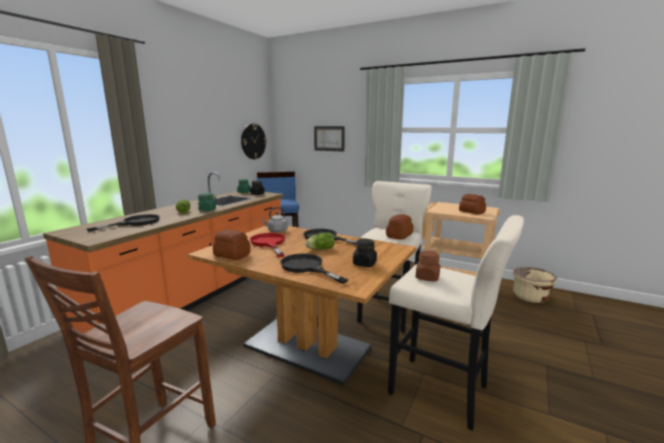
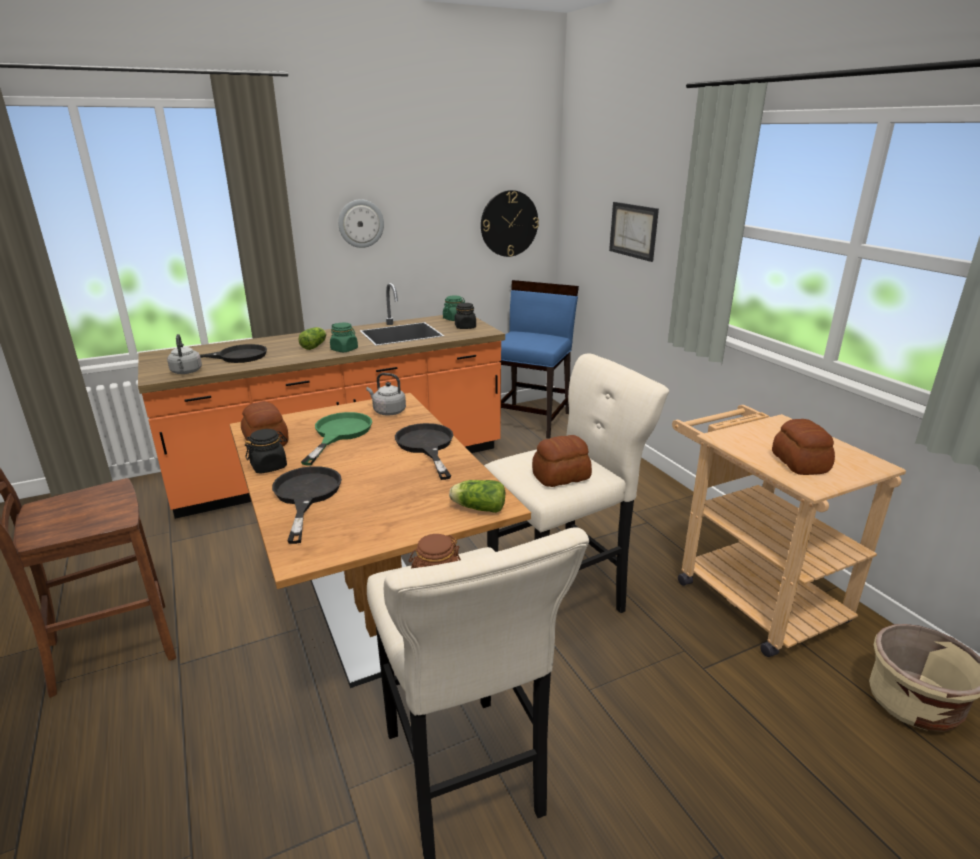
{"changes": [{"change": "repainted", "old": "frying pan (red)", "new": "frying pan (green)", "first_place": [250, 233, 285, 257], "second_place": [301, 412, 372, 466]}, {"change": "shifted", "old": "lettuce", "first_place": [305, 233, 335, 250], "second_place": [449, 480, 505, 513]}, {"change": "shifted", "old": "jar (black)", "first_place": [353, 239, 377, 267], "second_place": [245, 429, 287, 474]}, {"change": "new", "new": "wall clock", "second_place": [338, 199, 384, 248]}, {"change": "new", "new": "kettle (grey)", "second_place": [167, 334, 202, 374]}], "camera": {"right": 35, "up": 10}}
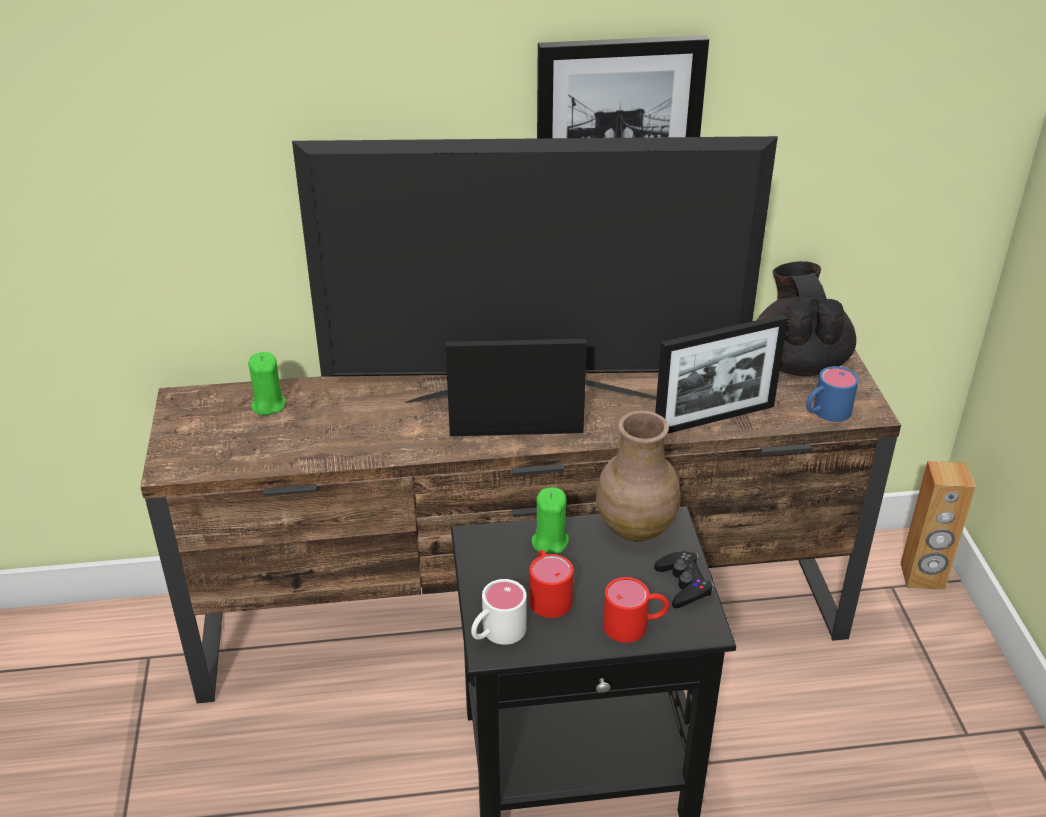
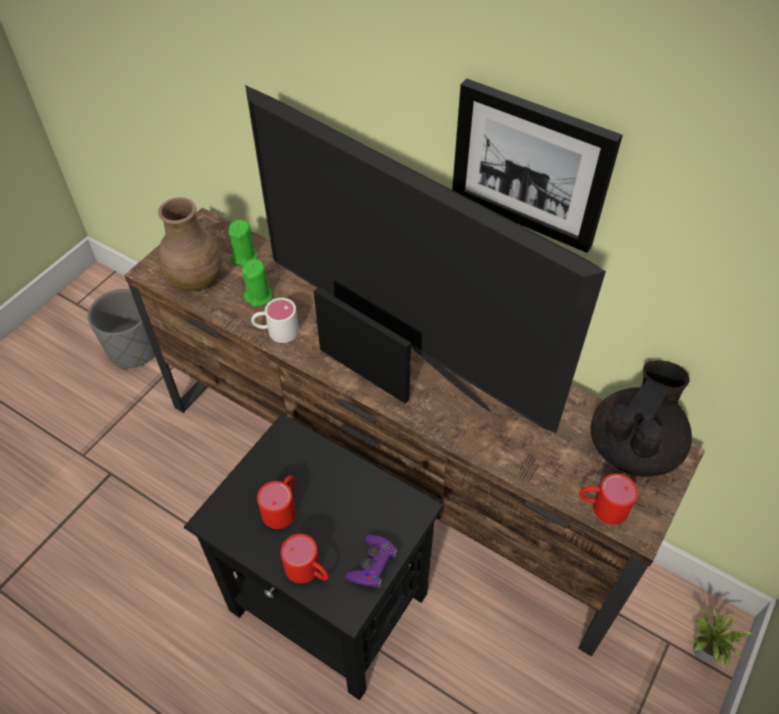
{"changes": [{"change": "gone", "old": "picture frame", "first_place": [655, 314, 788, 434]}, {"change": "repainted", "old": "mug (blue)", "new": "mug (red)", "first_place": [806, 366, 859, 422], "second_place": [579, 473, 638, 525]}, {"change": "shifted", "old": "vase (brown)", "first_place": [596, 411, 680, 541], "second_place": [158, 197, 222, 292]}, {"change": "swapped", "old": "speaker (brown)", "new": "potted plant", "first_place": [901, 461, 976, 590], "second_place": [690, 604, 755, 668]}, {"change": "shifted", "old": "candle (green)", "first_place": [532, 487, 569, 554], "second_place": [242, 259, 273, 307]}, {"change": "repainted", "old": "game controller (black)", "new": "game controller (purple)", "first_place": [654, 551, 714, 608], "second_place": [345, 535, 398, 588]}, {"change": "shifted", "old": "mug (white)", "first_place": [471, 579, 527, 645], "second_place": [251, 298, 299, 343]}, {"change": "new", "new": "planter (grey)", "second_place": [88, 289, 155, 369]}], "camera": {"right": 40, "up": 15}}
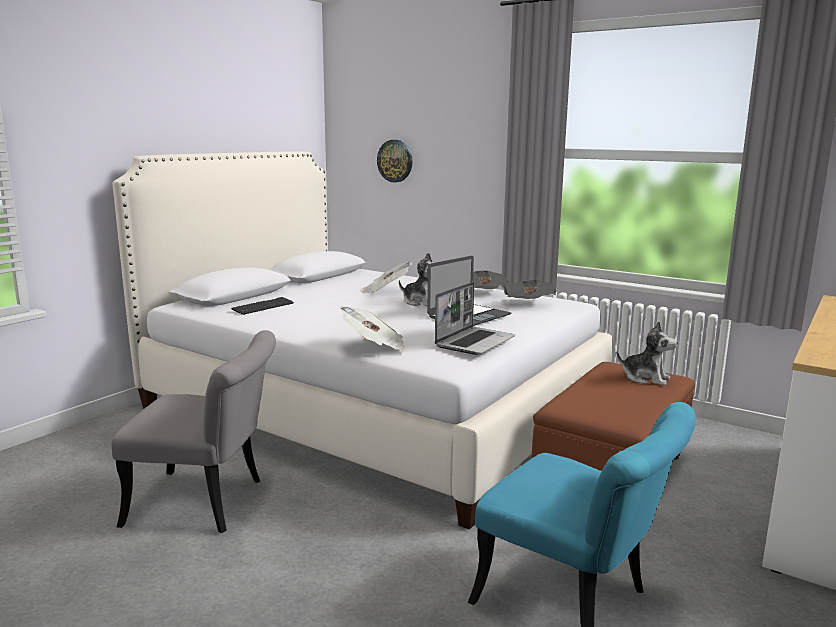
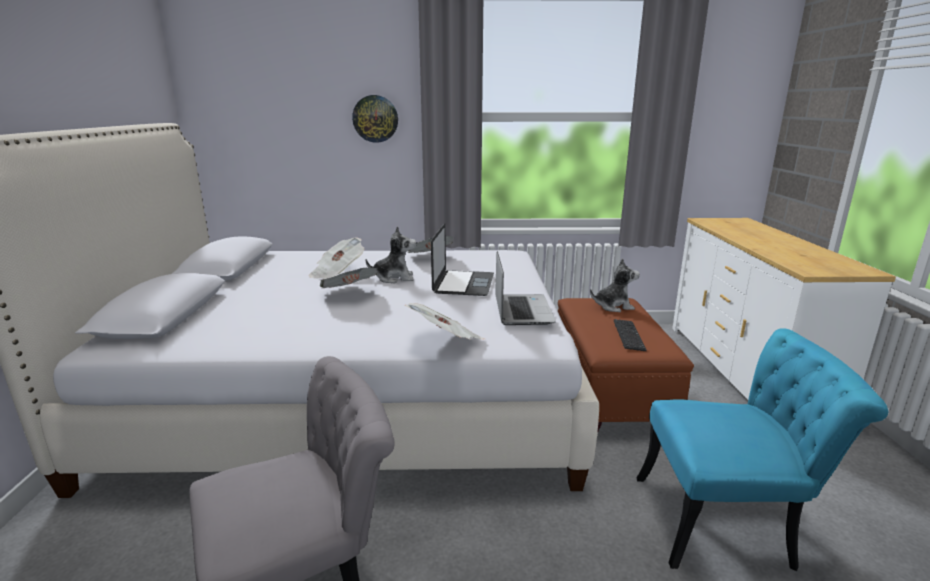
{"changes": [{"change": "shifted", "old": "wall clock", "first_place": [377, 140, 412, 182], "second_place": [352, 95, 398, 143]}, {"change": "shifted", "old": "newspaper", "first_place": [502, 280, 555, 299], "second_place": [320, 268, 378, 288]}, {"change": "shifted", "old": "keyboard", "first_place": [231, 297, 294, 315], "second_place": [614, 319, 647, 351]}], "camera": {"right": -35, "up": 5}}
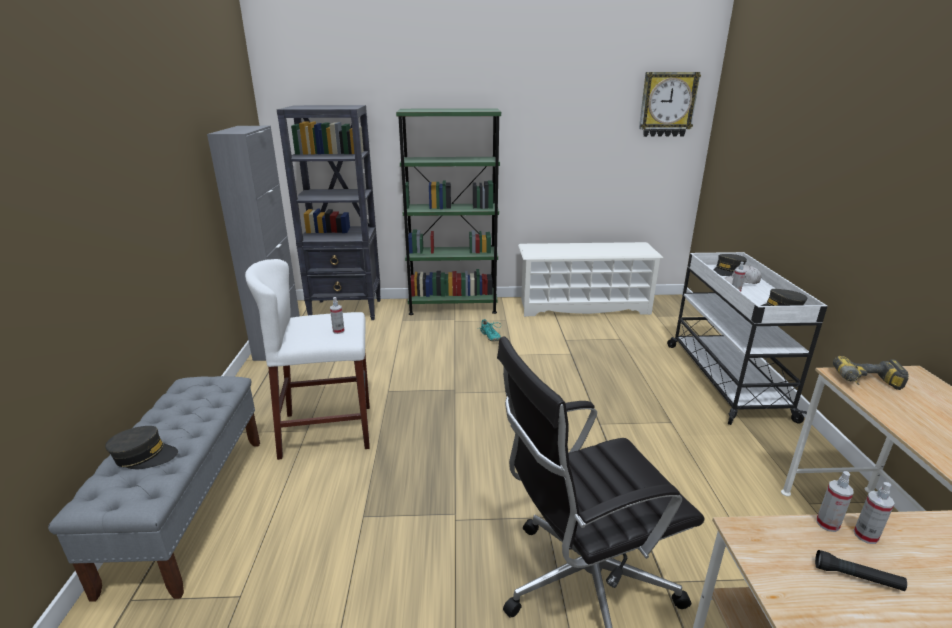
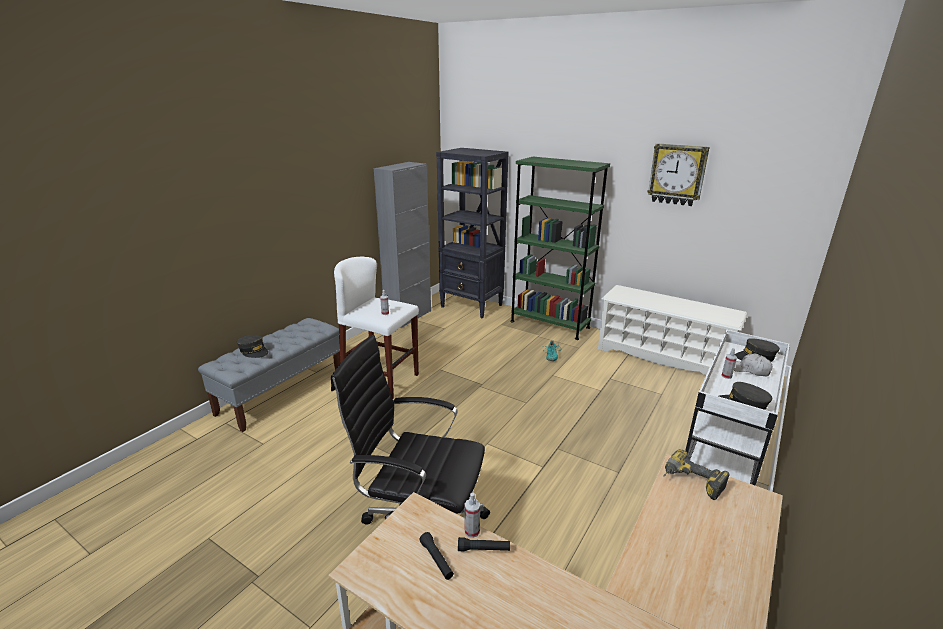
{"changes": [{"change": "shifted", "old": "wall clock", "first_place": [639, 72, 701, 137], "second_place": [647, 143, 710, 206]}, {"change": "swapped", "old": "spray bottle", "new": "flashlight (black)", "first_place": [854, 482, 895, 544], "second_place": [458, 537, 510, 551]}], "camera": {"right": 35, "up": 0}}
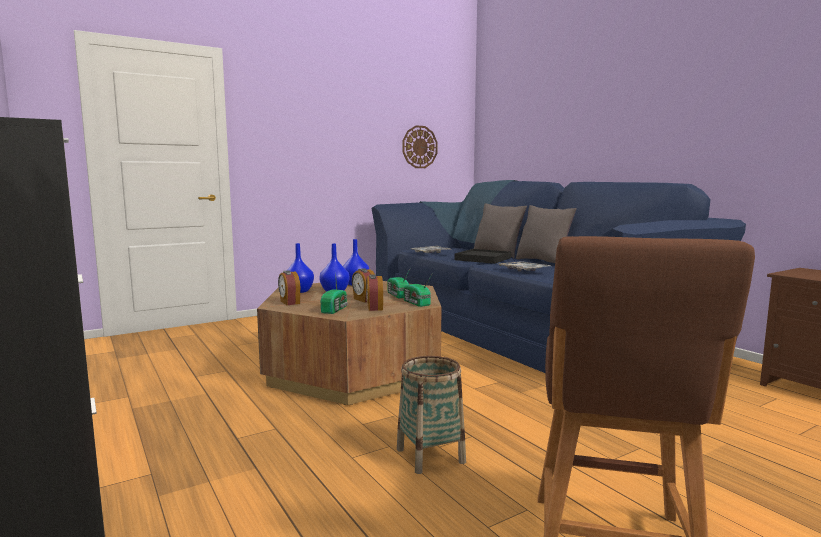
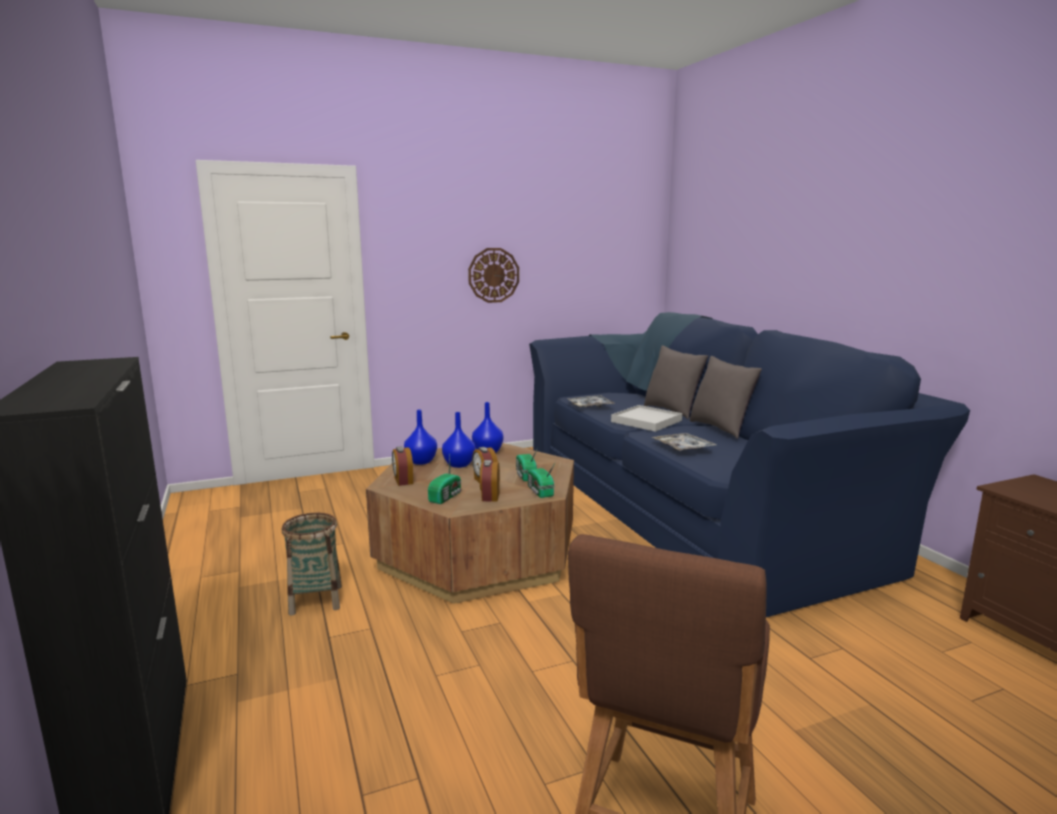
{"changes": [{"change": "shifted", "old": "wall clock", "first_place": [402, 125, 438, 168], "second_place": [468, 248, 519, 303]}, {"change": "repainted", "old": "tray (black)", "new": "tray (white)", "first_place": [454, 249, 511, 264], "second_place": [611, 405, 682, 432]}, {"change": "shifted", "old": "basket", "first_place": [397, 356, 466, 474], "second_place": [282, 513, 342, 615]}], "camera": {"right": 10, "up": 5}}
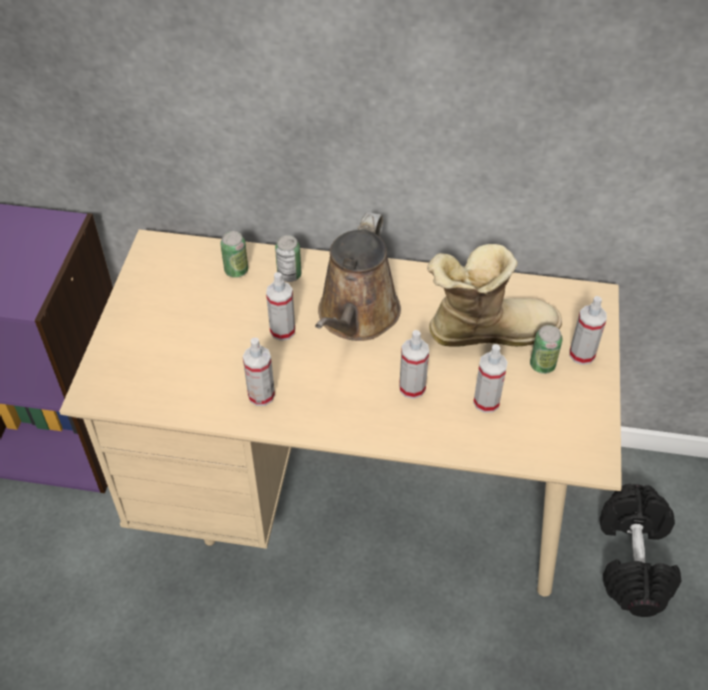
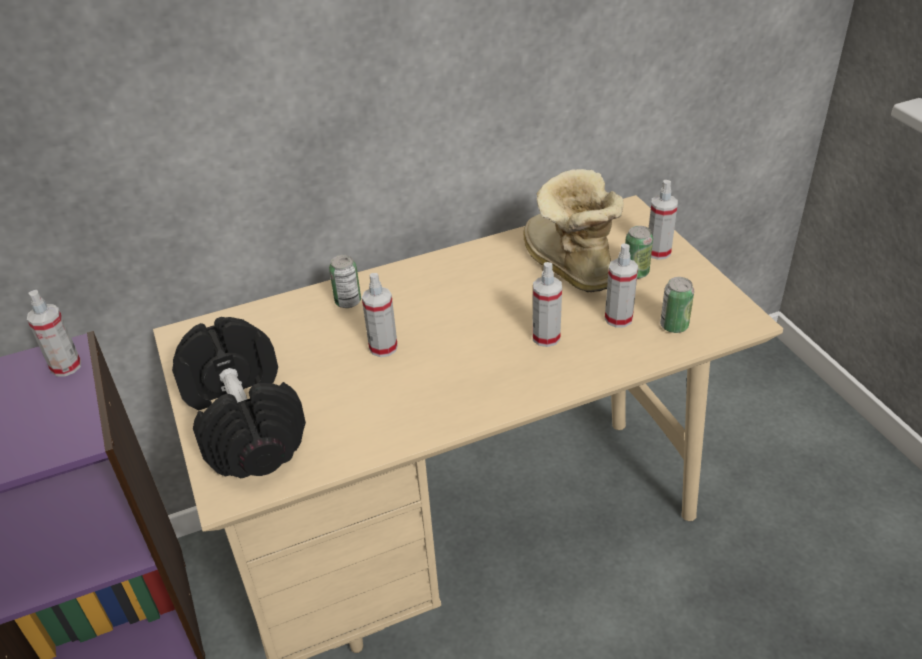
{"changes": [{"change": "gone", "old": "watering can (brown)", "first_place": [315, 212, 401, 341]}, {"change": "shifted", "old": "can", "first_place": [221, 231, 248, 278], "second_place": [660, 277, 694, 333]}, {"change": "rotated", "old": "boot", "first_place": [427, 244, 562, 347], "second_place": [523, 169, 624, 292], "degrees": -75}, {"change": "shifted", "old": "spray bottle", "first_place": [243, 338, 275, 406], "second_place": [27, 290, 81, 376]}, {"change": "shifted", "old": "dumbbell (black)", "first_place": [600, 484, 682, 617], "second_place": [172, 317, 306, 478]}], "camera": {"right": -30, "up": -10}}
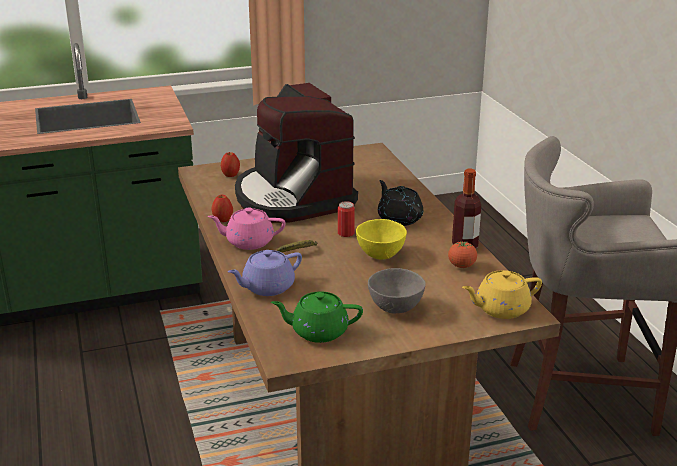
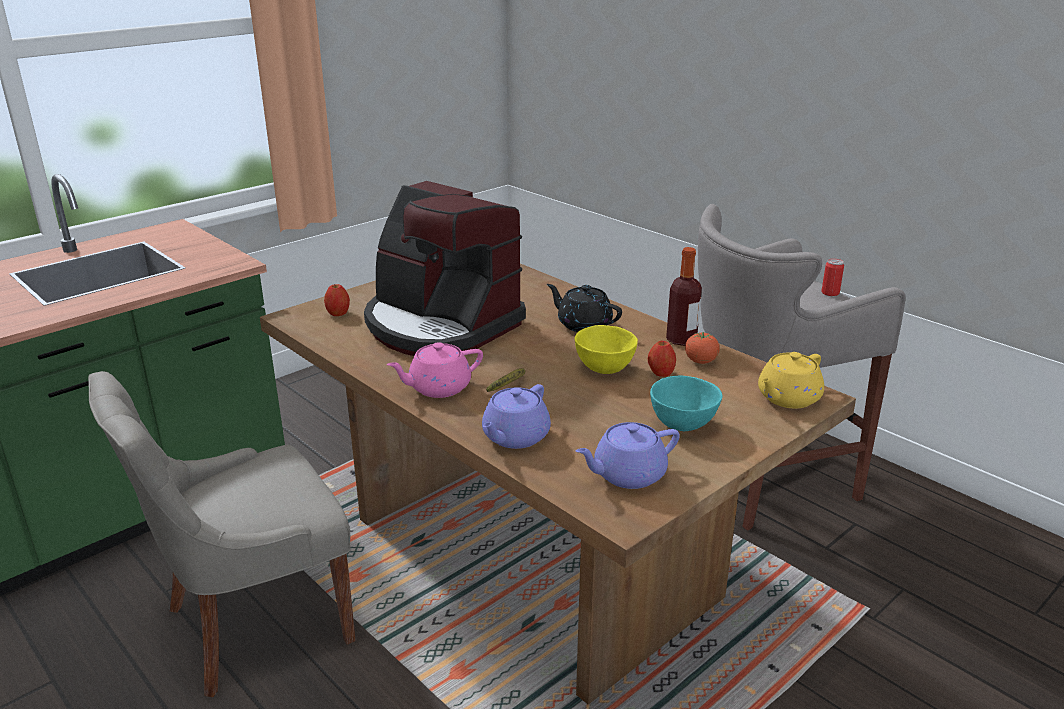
{"changes": [{"change": "shifted", "old": "apple", "first_place": [212, 195, 233, 222], "second_place": [648, 341, 676, 377]}, {"change": "shifted", "old": "can", "first_place": [338, 201, 355, 237], "second_place": [821, 259, 844, 296]}, {"change": "repainted", "old": "bowl (grey)", "new": "bowl (turquoise)", "first_place": [368, 268, 426, 313], "second_place": [650, 376, 722, 431]}, {"change": "repainted", "old": "teapot (green)", "new": "teapot (purple)", "first_place": [271, 291, 363, 343], "second_place": [575, 422, 680, 489]}, {"change": "new", "new": "chair (grey)", "second_place": [88, 371, 355, 697]}], "camera": {"right": -25, "up": 0}}
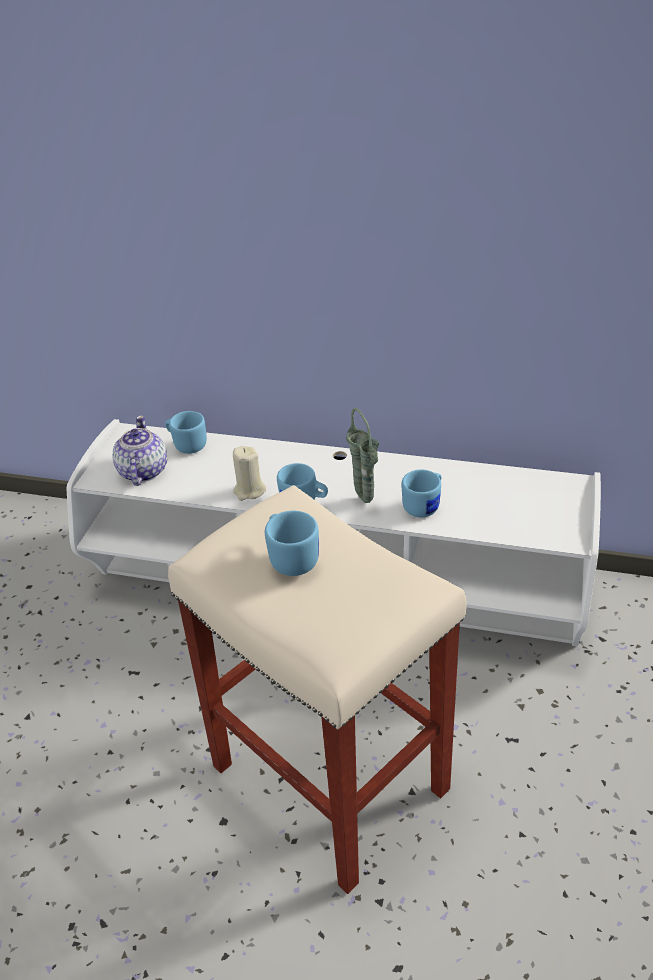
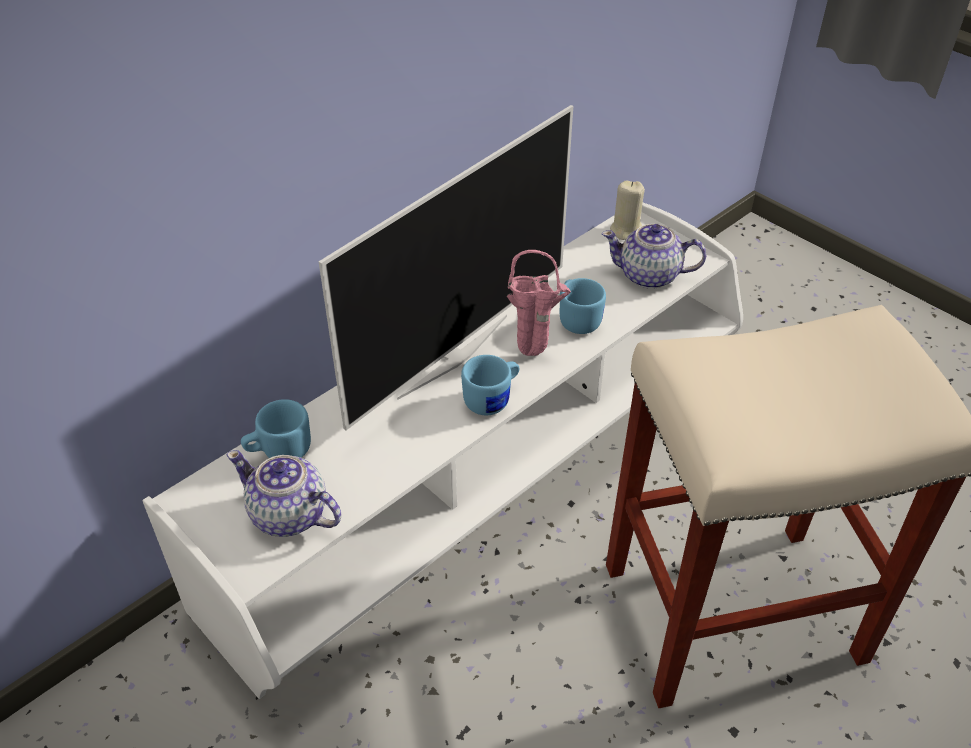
{"changes": [{"change": "repainted", "old": "vase (green)", "new": "vase (pink)", "first_place": [346, 408, 380, 503], "second_place": [507, 250, 571, 356]}, {"change": "shifted", "old": "candle (beige)", "first_place": [233, 446, 266, 501], "second_place": [610, 180, 645, 240]}, {"change": "gone", "old": "mug (blue)", "first_place": [265, 511, 319, 576]}, {"change": "new", "new": "television", "second_place": [319, 105, 573, 430]}, {"change": "new", "new": "teapot", "second_place": [602, 223, 706, 289]}], "camera": {"right": -60, "up": 5}}
